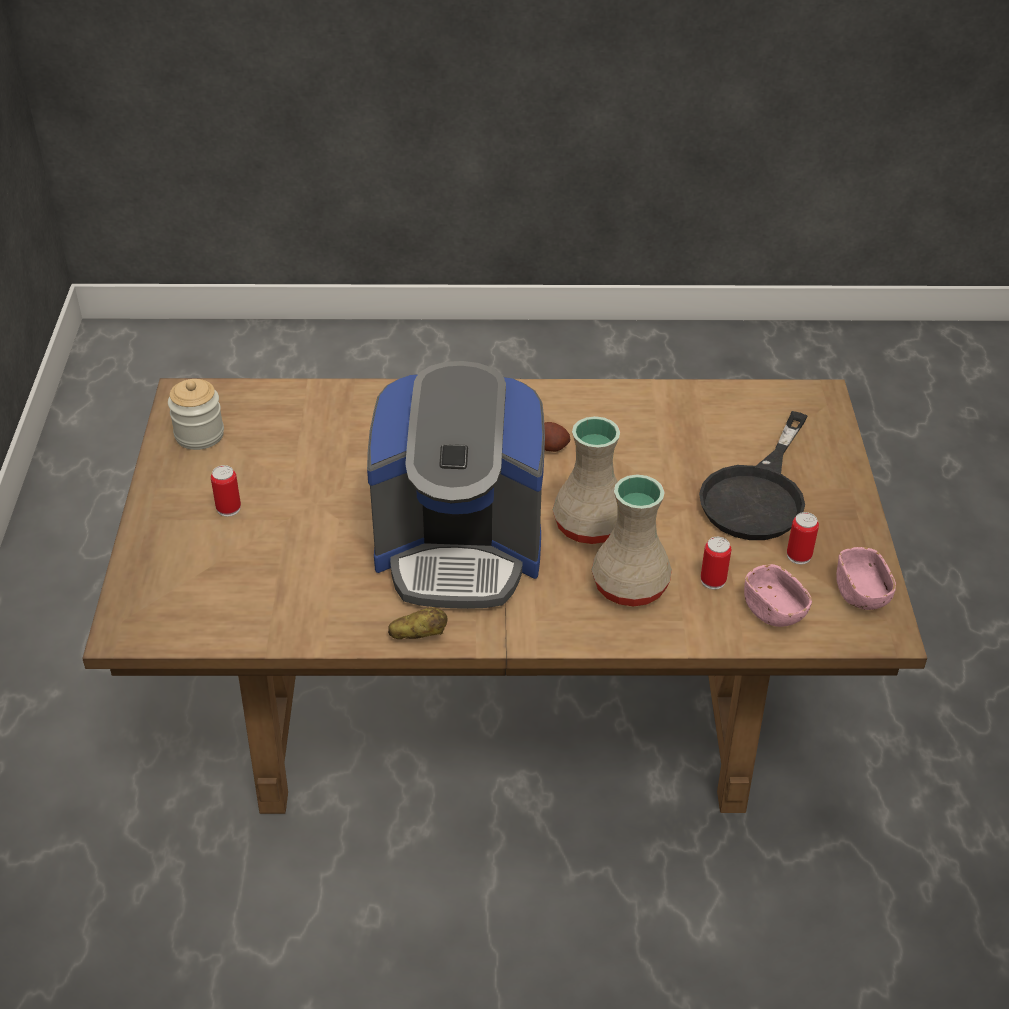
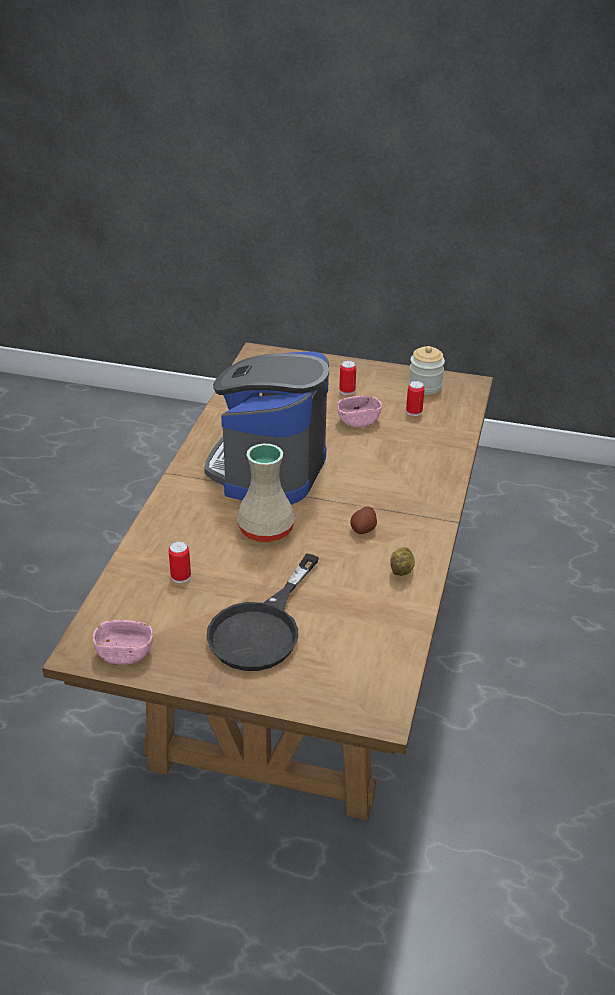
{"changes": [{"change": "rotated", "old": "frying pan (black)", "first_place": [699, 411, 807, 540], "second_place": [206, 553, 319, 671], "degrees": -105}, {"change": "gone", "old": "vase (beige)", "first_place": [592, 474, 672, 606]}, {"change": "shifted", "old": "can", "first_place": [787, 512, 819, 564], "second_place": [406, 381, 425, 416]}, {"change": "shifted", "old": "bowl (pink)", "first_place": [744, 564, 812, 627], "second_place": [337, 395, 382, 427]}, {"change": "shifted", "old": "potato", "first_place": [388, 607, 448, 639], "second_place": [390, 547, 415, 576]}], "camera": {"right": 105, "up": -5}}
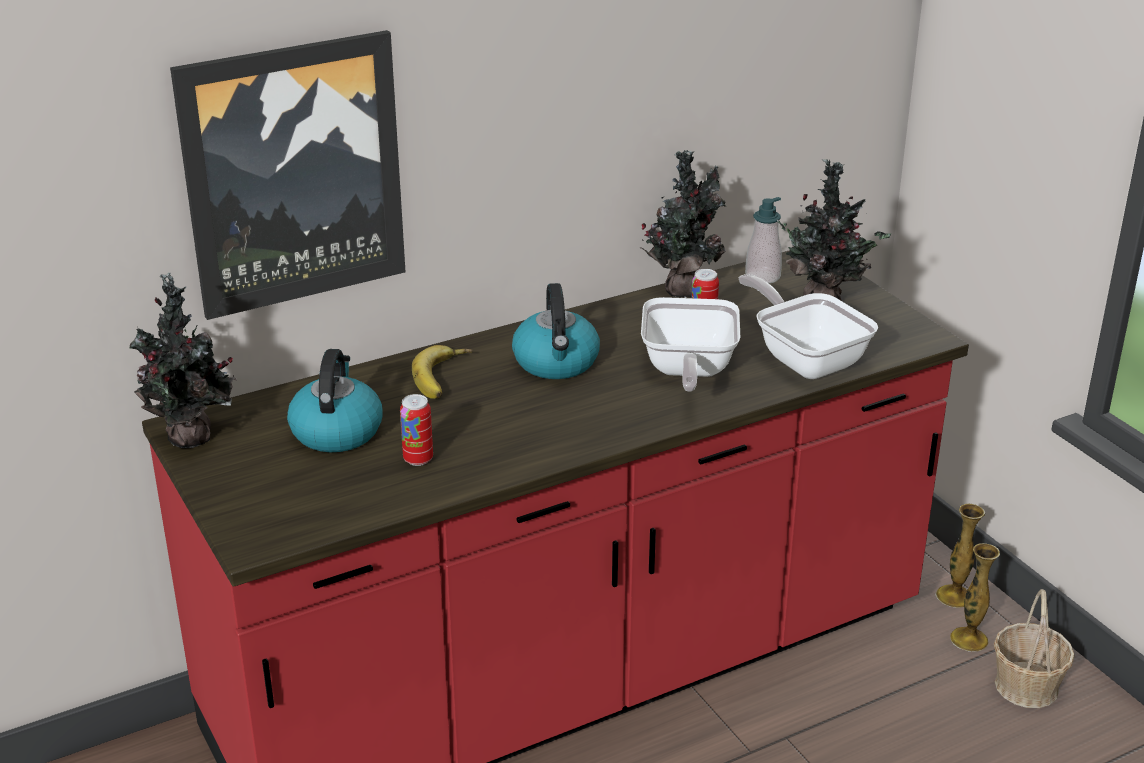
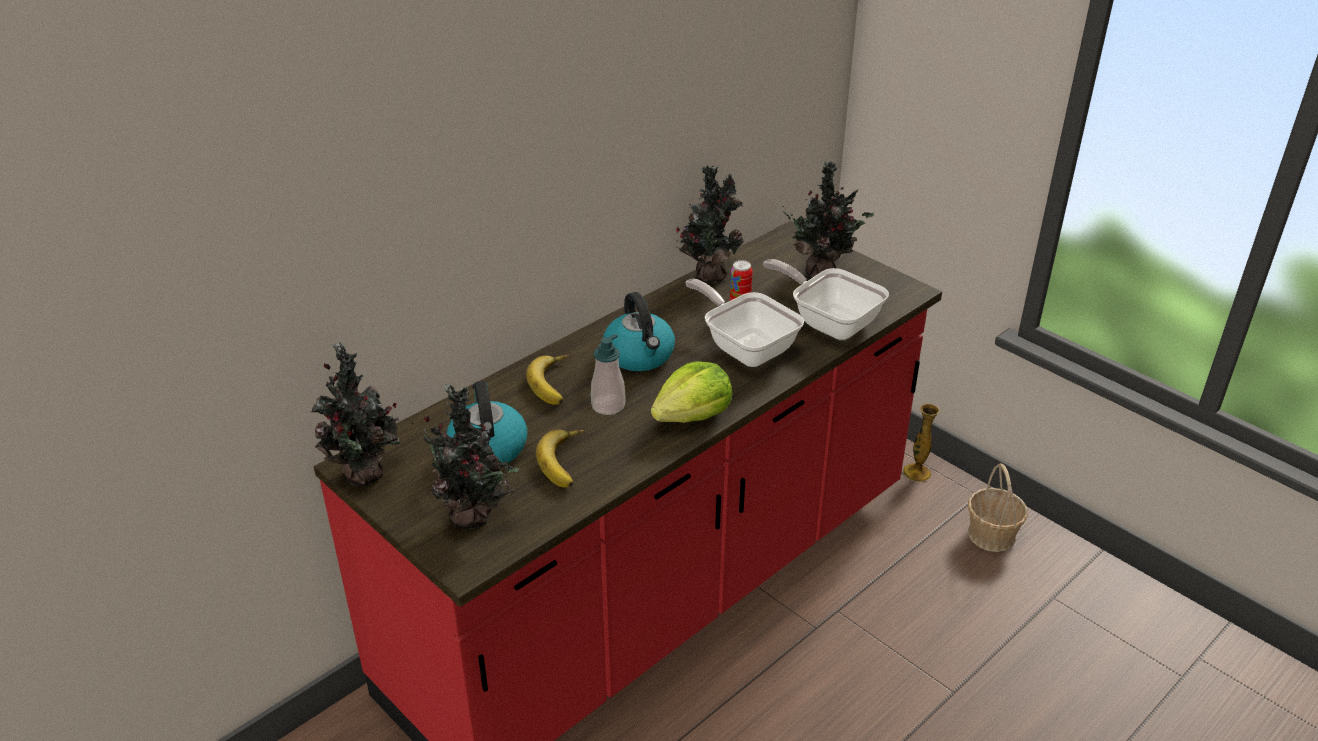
{"changes": [{"change": "gone", "old": "picture", "first_place": [170, 30, 406, 320]}, {"change": "shifted", "old": "soap dispenser", "first_place": [745, 197, 782, 284], "second_place": [591, 334, 626, 415]}, {"change": "rotated", "old": "frying pan", "first_place": [641, 297, 740, 392], "second_place": [685, 279, 804, 367], "degrees": 150}, {"change": "swapped", "old": "can", "new": "banana", "first_place": [400, 394, 433, 466], "second_place": [536, 430, 585, 487]}, {"change": "gone", "old": "vase", "first_place": [950, 543, 1000, 651]}, {"change": "new", "new": "lettuce", "second_place": [651, 361, 732, 423]}, {"change": "new", "new": "potted plant", "second_place": [411, 384, 519, 529]}], "camera": {"right": -15, "up": 5}}
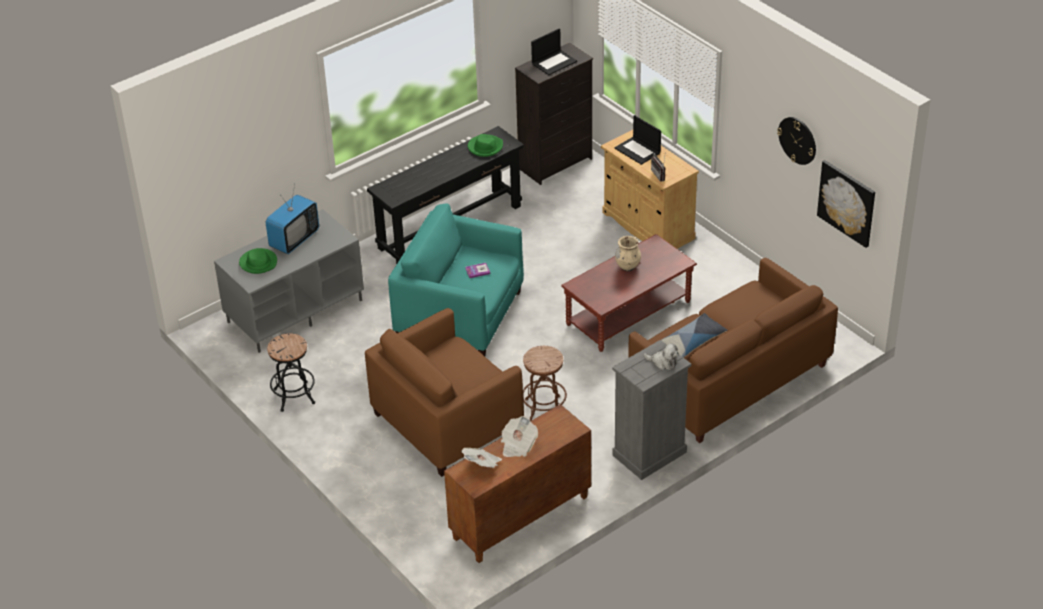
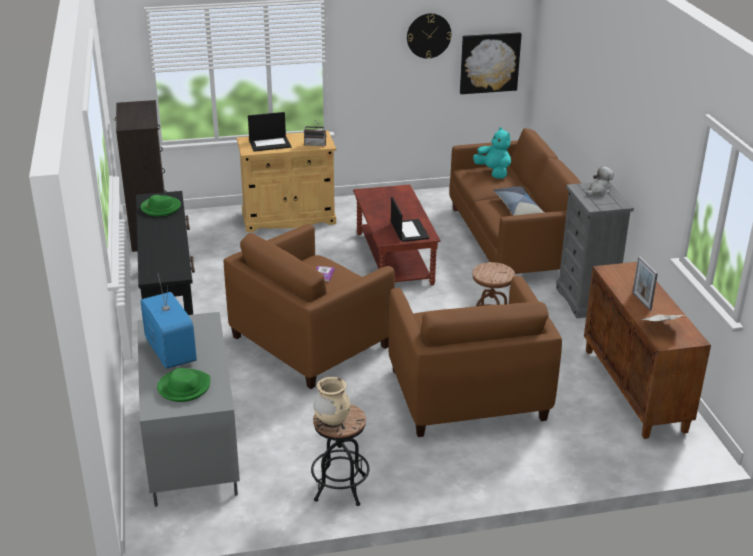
{"changes": [{"change": "shifted", "old": "laptop", "first_place": [531, 28, 577, 75], "second_place": [391, 197, 430, 242]}, {"change": "repainted", "old": "armchair (turquoise)", "new": "armchair (brown)", "first_place": [388, 203, 524, 356], "second_place": [224, 224, 395, 389]}, {"change": "shifted", "old": "vase (beige)", "first_place": [615, 236, 641, 271], "second_place": [314, 377, 350, 427]}, {"change": "swapped", "old": "newspaper", "new": "picture frame", "first_place": [501, 416, 538, 457], "second_place": [632, 256, 658, 311]}, {"change": "new", "new": "plush toy (turquoise)", "second_place": [473, 127, 511, 179]}], "camera": {"right": -65, "up": -10}}
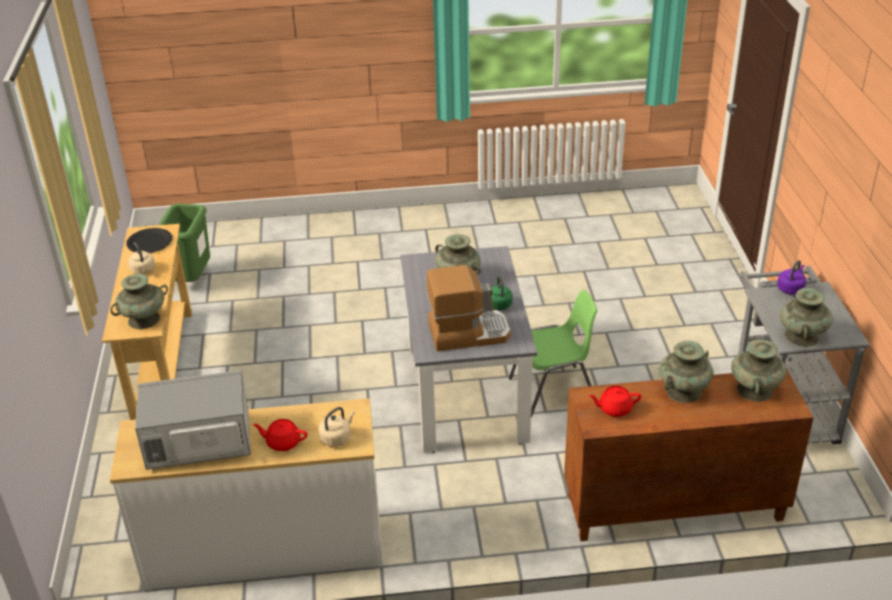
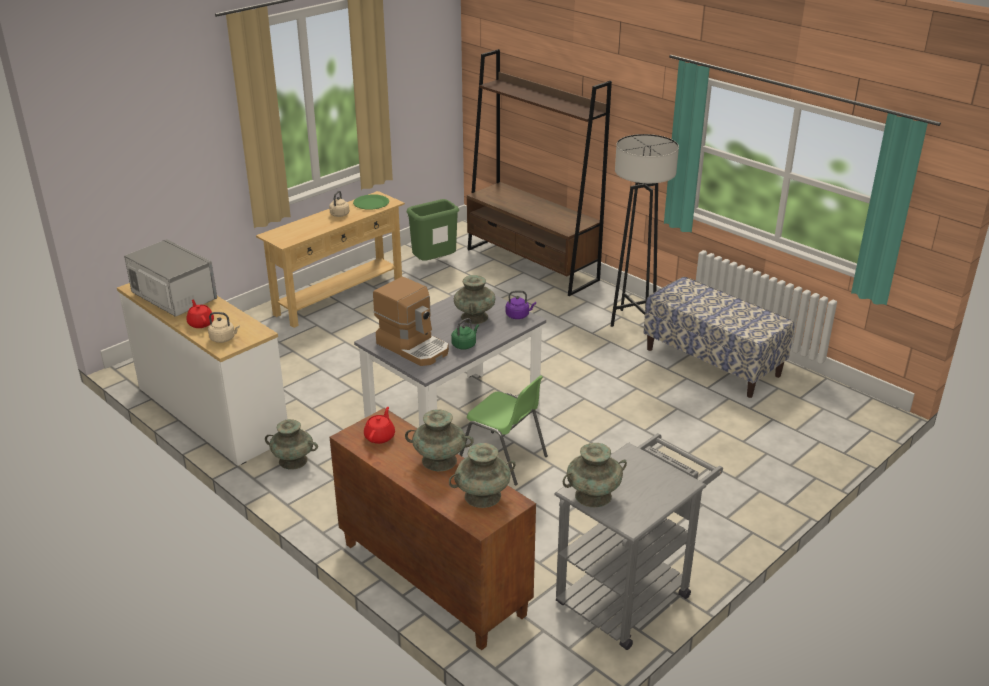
{"changes": [{"change": "repainted", "old": "plate (black)", "new": "plate (green)", "first_place": [126, 228, 172, 253], "second_place": [353, 194, 389, 210]}, {"change": "shifted", "old": "kettle (purple)", "first_place": [777, 260, 806, 295], "second_place": [506, 290, 536, 319]}, {"change": "shifted", "old": "vase (turquoise)", "first_place": [110, 274, 168, 329], "second_place": [265, 419, 318, 470]}, {"change": "rotated", "old": "teapot (red)", "first_place": [589, 386, 641, 417], "second_place": [364, 407, 395, 444], "degrees": 60}, {"change": "new", "new": "bookcase (brown)", "second_place": [467, 49, 612, 296]}, {"change": "new", "new": "floor lamp (grey)", "second_place": [611, 134, 679, 327]}, {"change": "new", "new": "bench", "second_place": [644, 277, 794, 398]}], "camera": {"right": 50, "up": -5}}
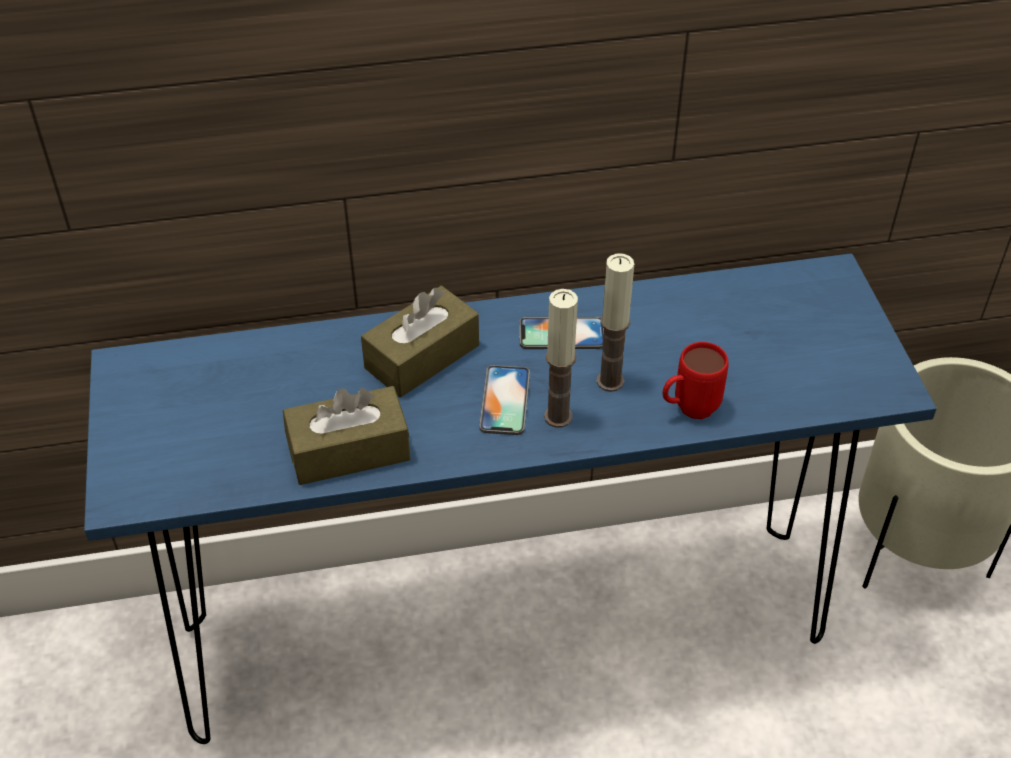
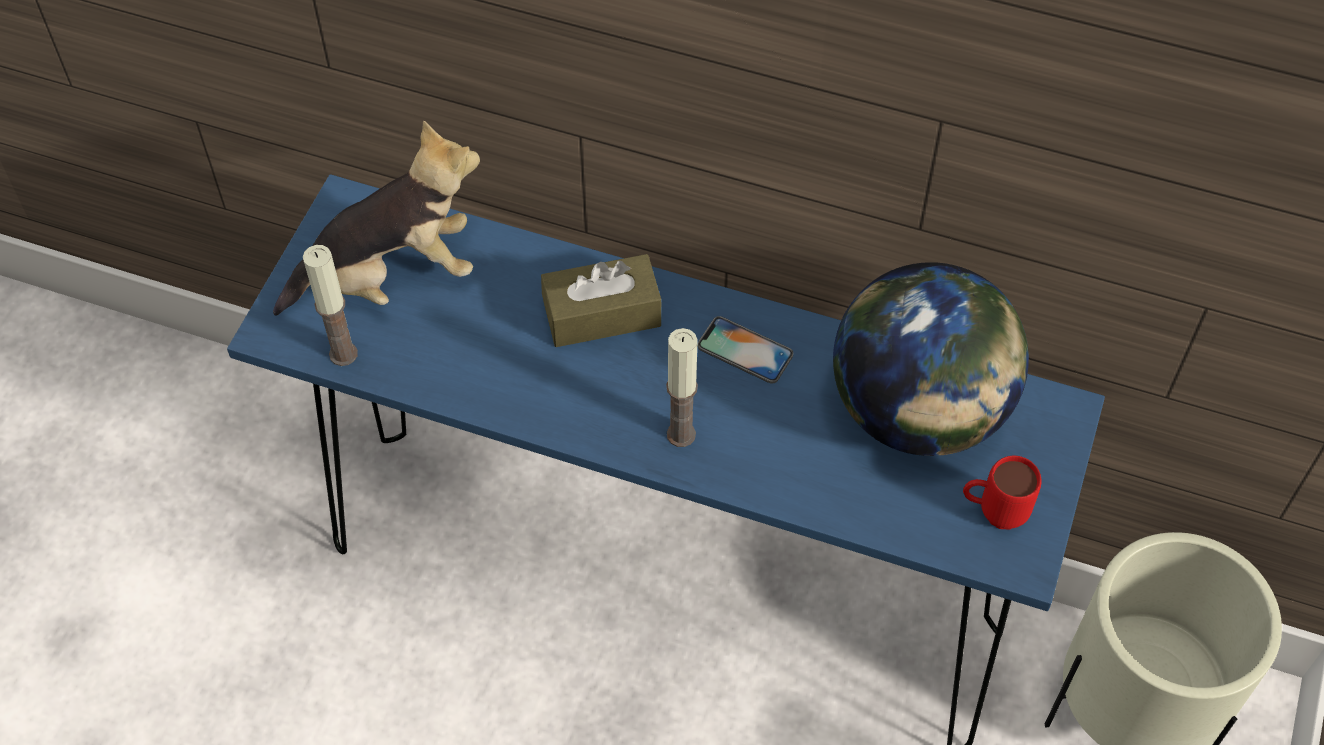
{"changes": [{"change": "shifted", "old": "candle", "first_place": [597, 254, 634, 392], "second_place": [303, 245, 358, 366]}, {"change": "shifted", "old": "mug (red)", "first_place": [663, 342, 729, 419], "second_place": [963, 456, 1041, 530]}, {"change": "gone", "old": "phone", "first_place": [479, 365, 530, 435]}, {"change": "gone", "old": "tissue box (brown)", "first_place": [283, 386, 410, 485]}, {"change": "new", "new": "plush toy", "second_place": [273, 120, 480, 316]}, {"change": "new", "new": "globe", "second_place": [833, 262, 1029, 456]}], "camera": {"right": 30, "up": 10}}
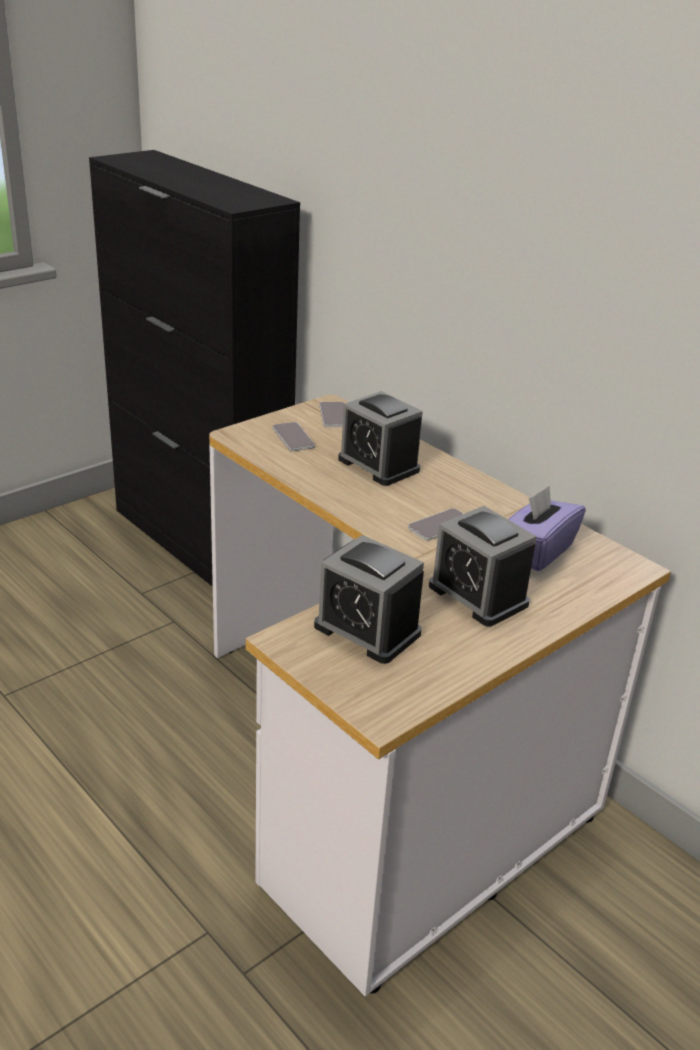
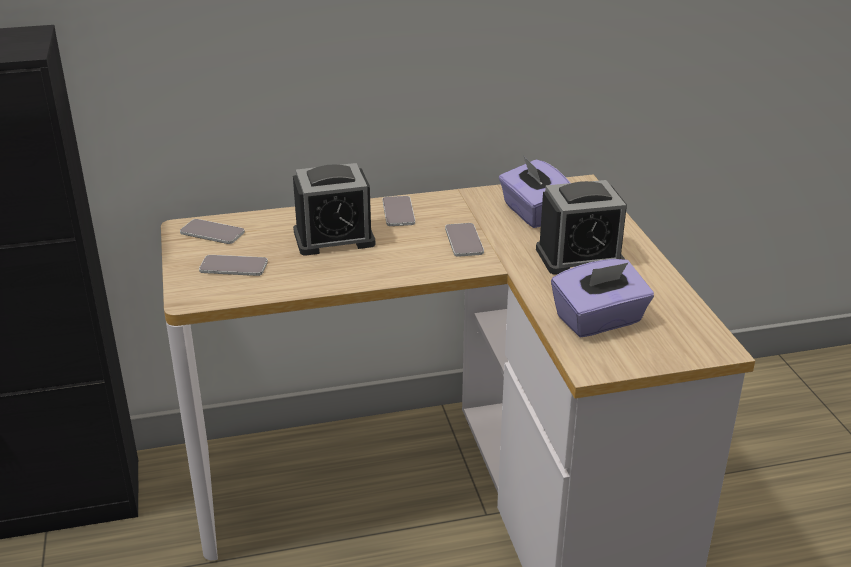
{"changes": [{"change": "swapped", "old": "alarm clock", "new": "tissue box (purple)", "first_place": [314, 535, 424, 664], "second_place": [551, 259, 654, 337]}, {"change": "new", "new": "phone", "second_place": [383, 196, 415, 226]}], "camera": {"right": -60, "up": 0}}
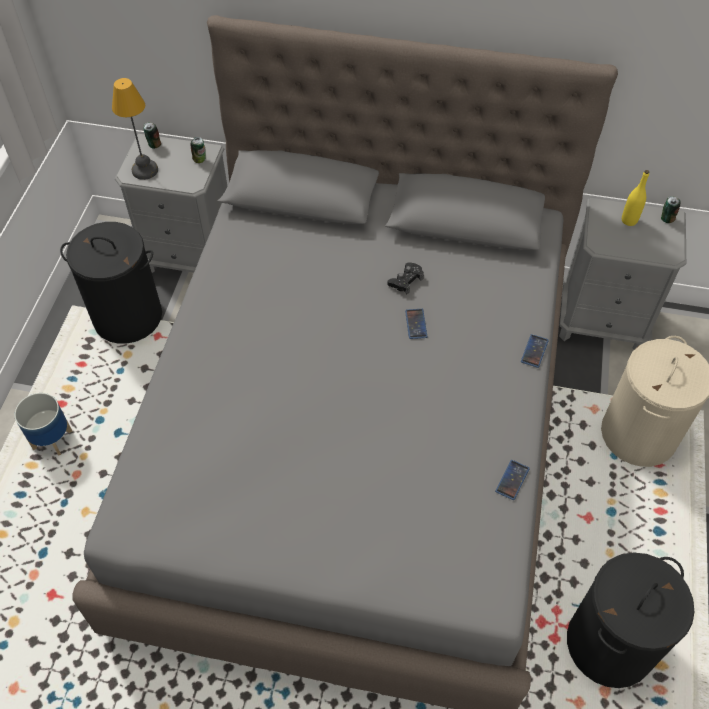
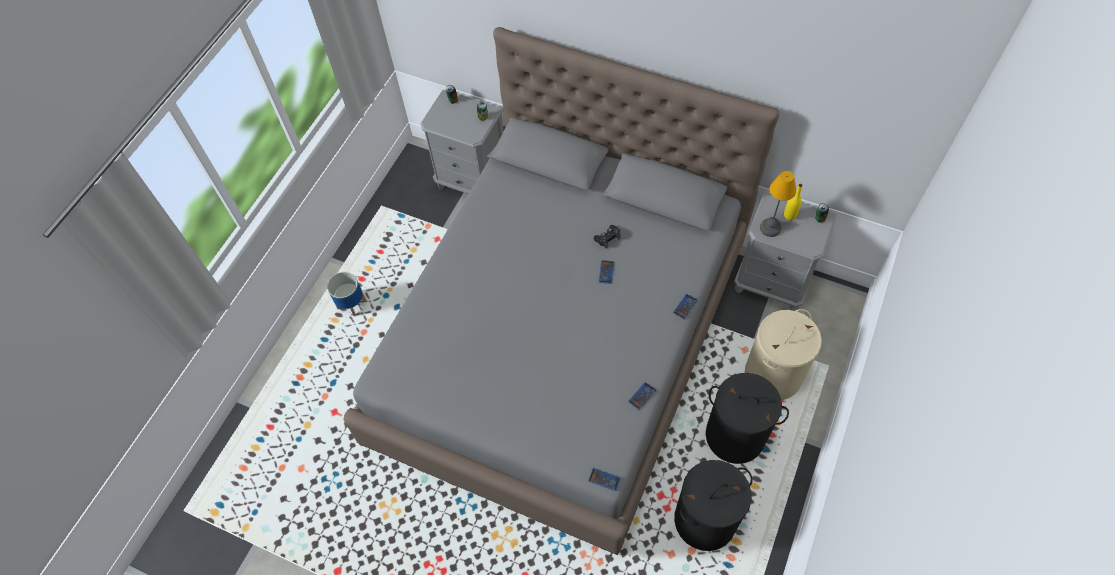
{"changes": [{"change": "shifted", "old": "table lamp", "first_place": [112, 78, 158, 180], "second_place": [760, 171, 796, 237]}, {"change": "shifted", "old": "laundry basket (black)", "first_place": [60, 222, 162, 344], "second_place": [706, 373, 789, 464]}, {"change": "new", "new": "phone", "second_place": [588, 468, 621, 491]}], "camera": {"right": 15, "up": 5}}
